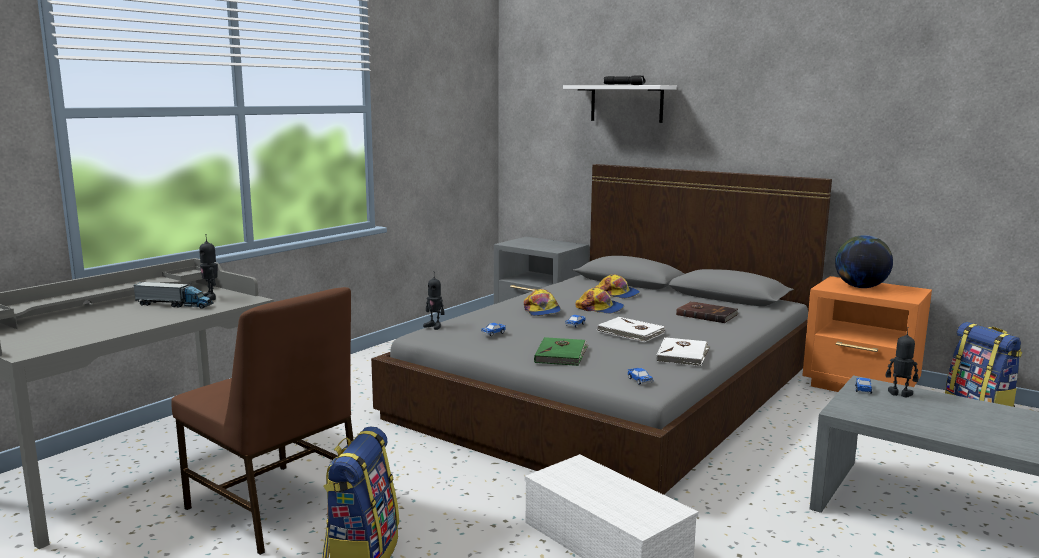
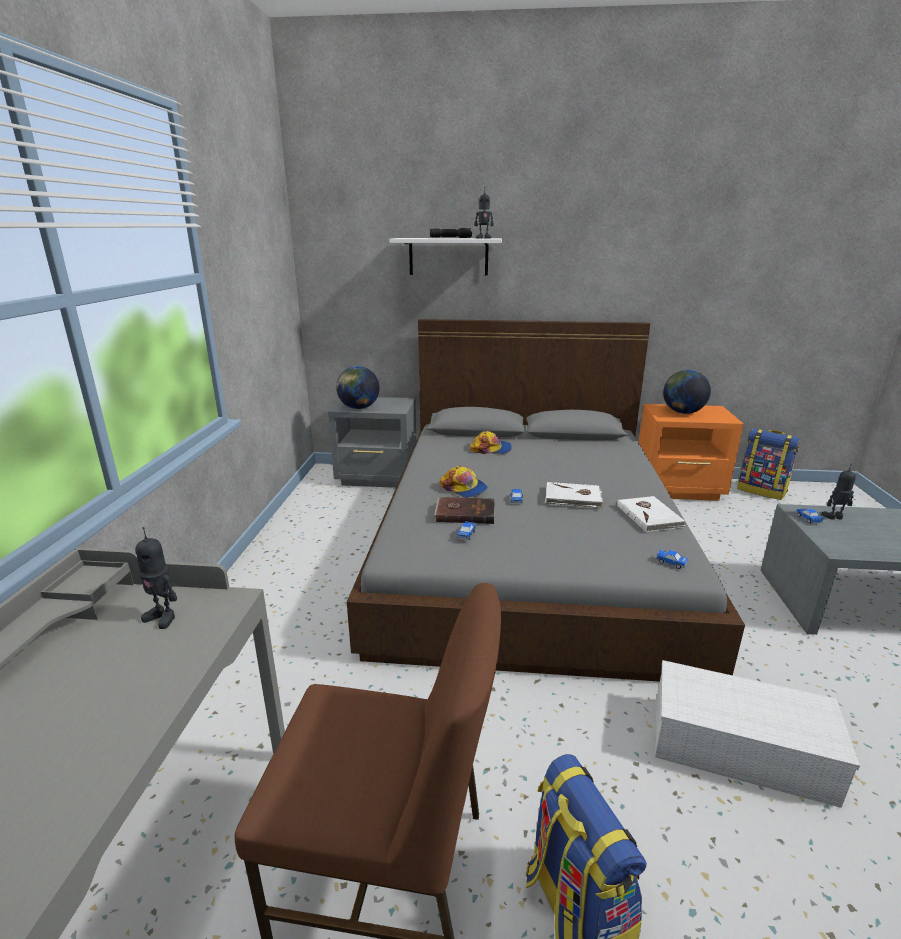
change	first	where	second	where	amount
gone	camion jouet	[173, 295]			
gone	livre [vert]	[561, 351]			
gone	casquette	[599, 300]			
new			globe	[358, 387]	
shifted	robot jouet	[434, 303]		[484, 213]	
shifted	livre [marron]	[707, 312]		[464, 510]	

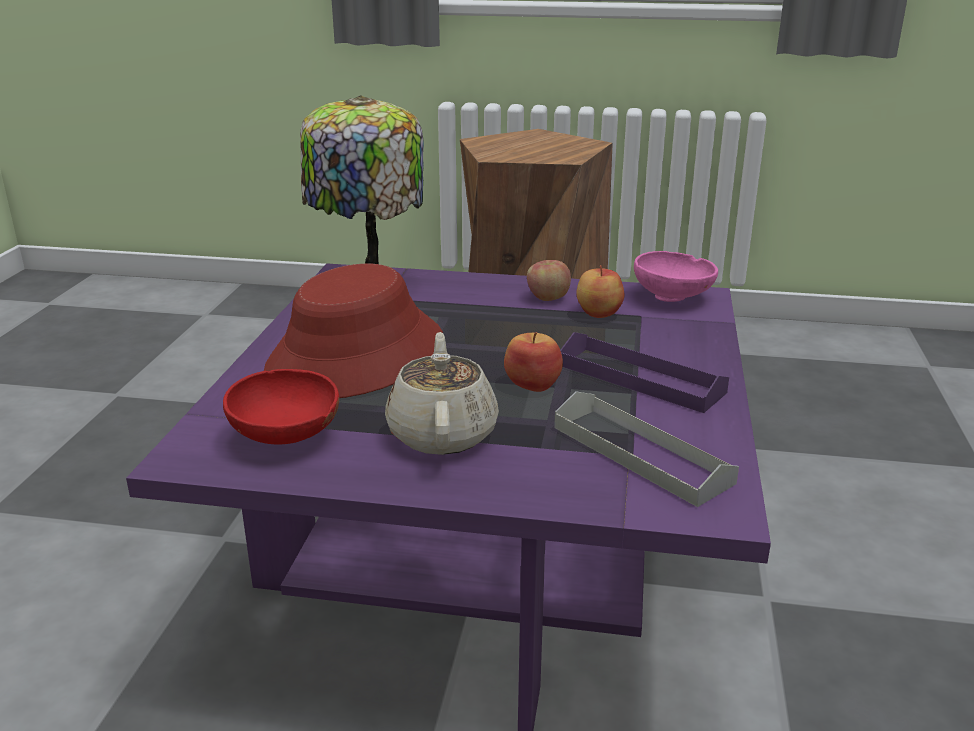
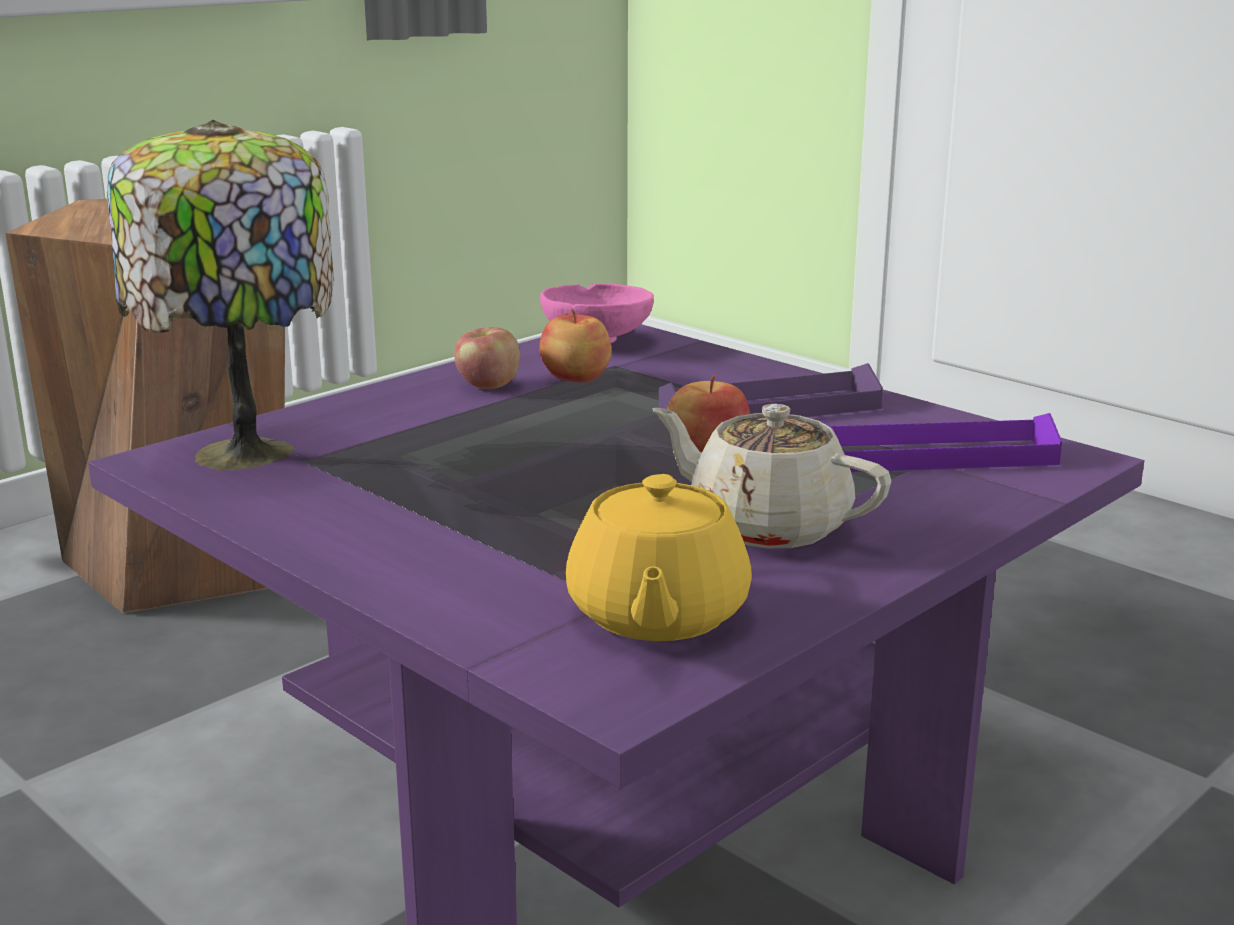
change	first	where	second	where	amount
gone	chapeau [rouge]	[353, 331]			
swapped	bol [rouge]	[281, 407]	théière [jaune]	[659, 557]	
repainted	plateau [gris]	[646, 449]	plateau [violet]	[941, 442]	

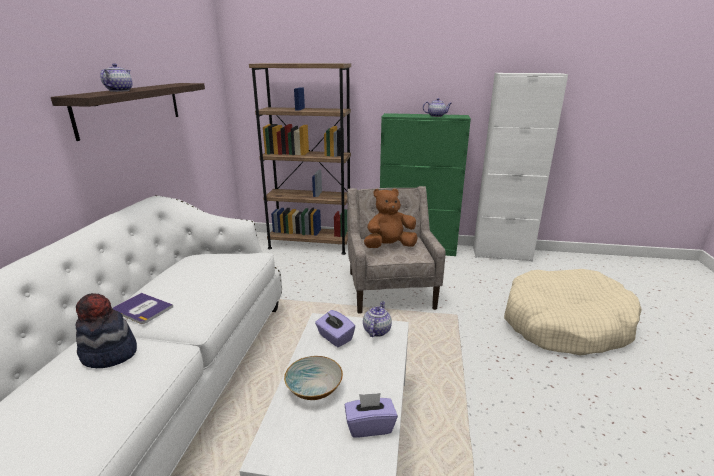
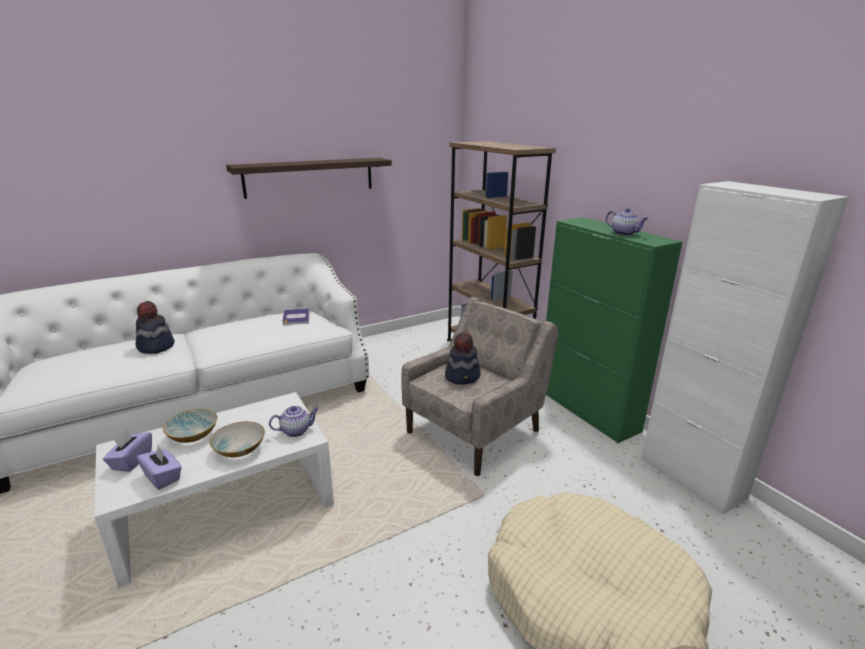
change	first	where	second	where	amount
gone	théière	[116, 77]			
new			bol	[237, 439]	
shifted	livre	[142, 308]		[296, 316]	
shifted	boîte à mouchoirs [violet]	[335, 328]		[127, 450]	
swapped	peluche [marron]	[391, 218]	chapeau	[463, 358]	

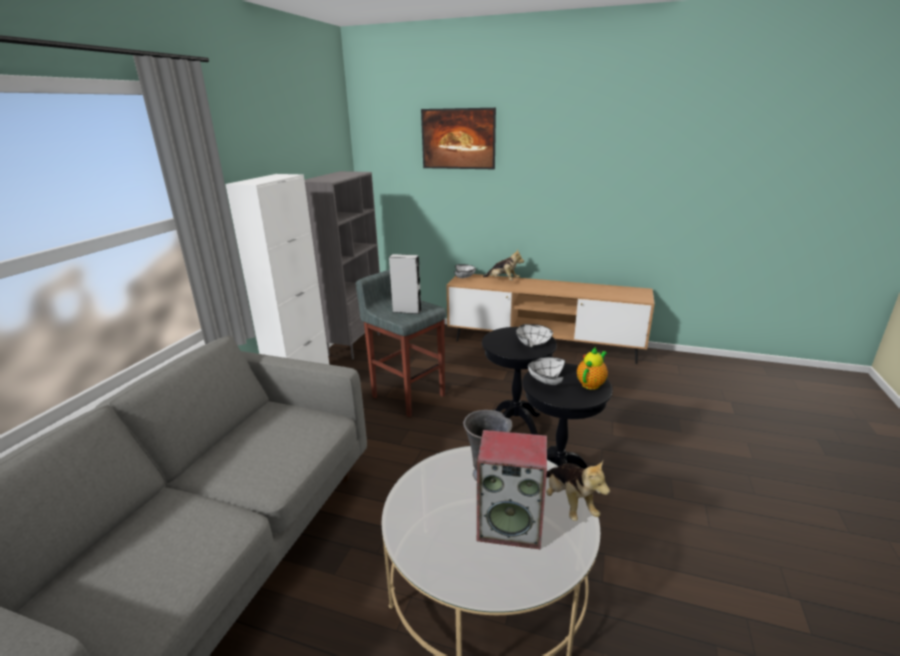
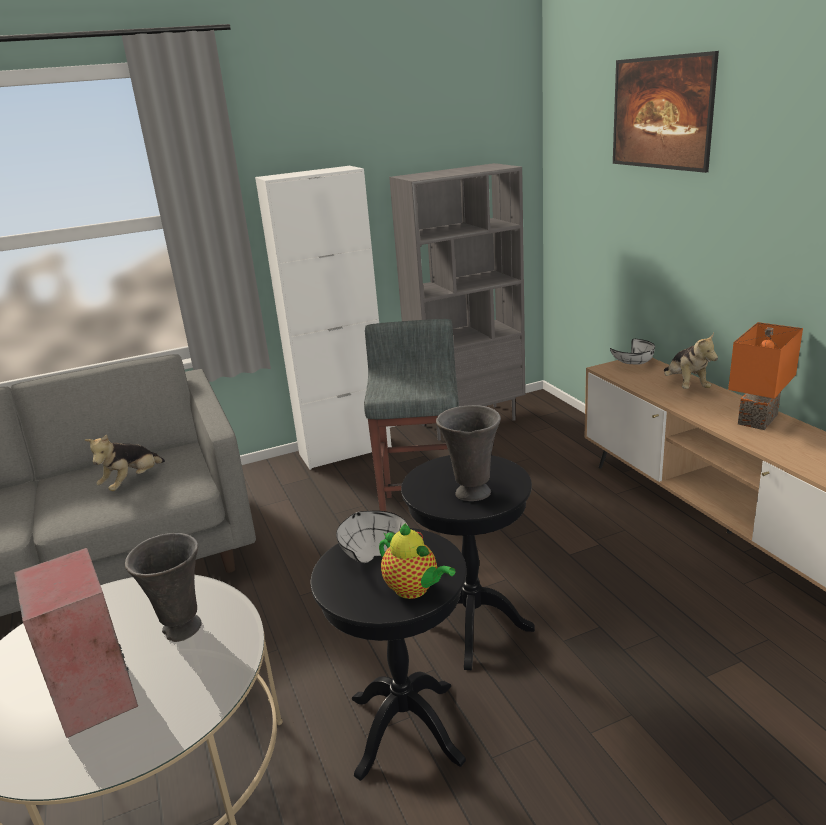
change	first	where	second	where	amount
gone	enceinte [gris]	[405, 284]			
new			lampe de table [orange]	[765, 376]	
shifted	peluche	[578, 491]		[125, 462]	
swapped	bol [blanc]	[534, 335]	vase [gris]	[468, 453]	
rotated	théière	[592, 368]		[417, 561]	45 degrees clockwise

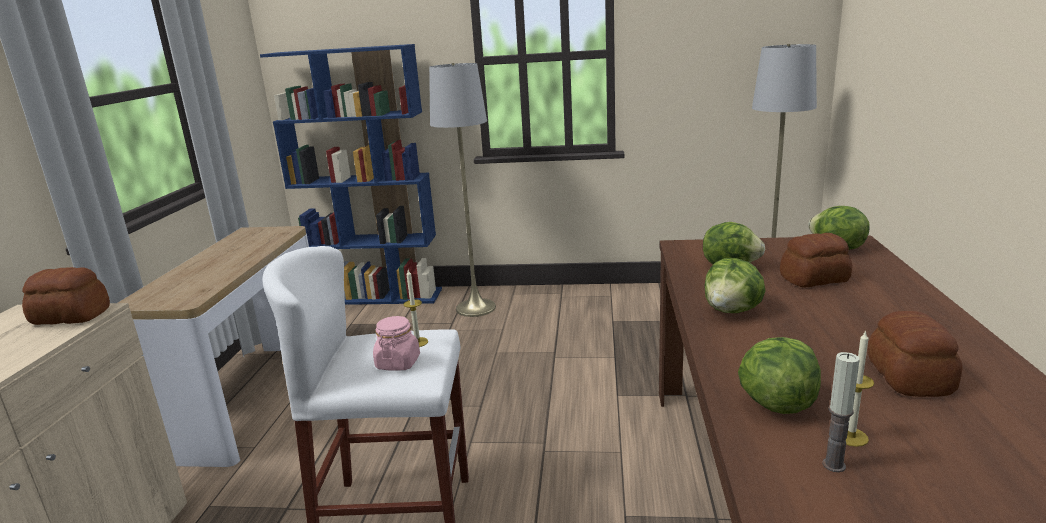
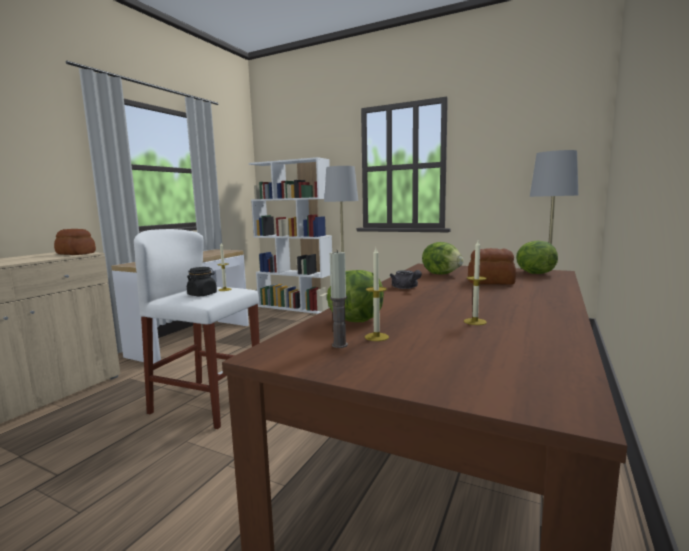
change	first	where	second	where	amount
swapped	laitue	[734, 285]	théière [gris]	[406, 279]	
swapped	pain	[915, 354]	bougie	[475, 283]	
repainted	bibliothèque [bleu]	[351, 174]	bibliothèque [blanc]	[290, 235]	
repainted	bocal [rose]	[396, 343]	bocal [noir]	[202, 281]	

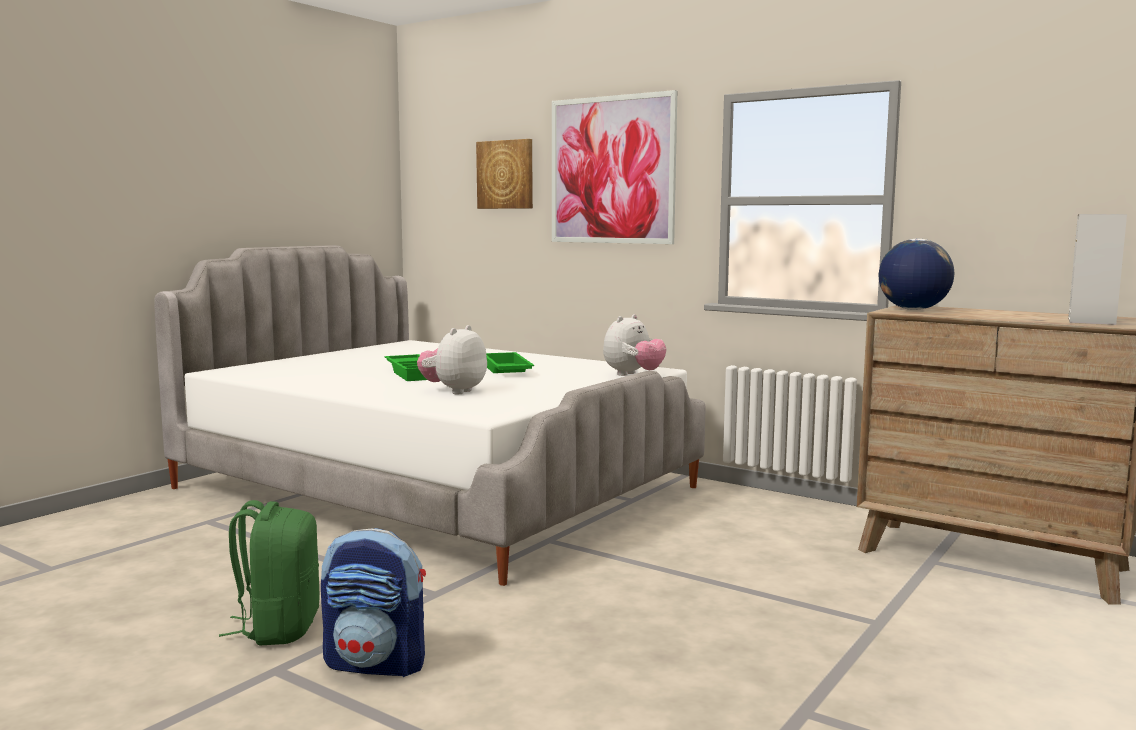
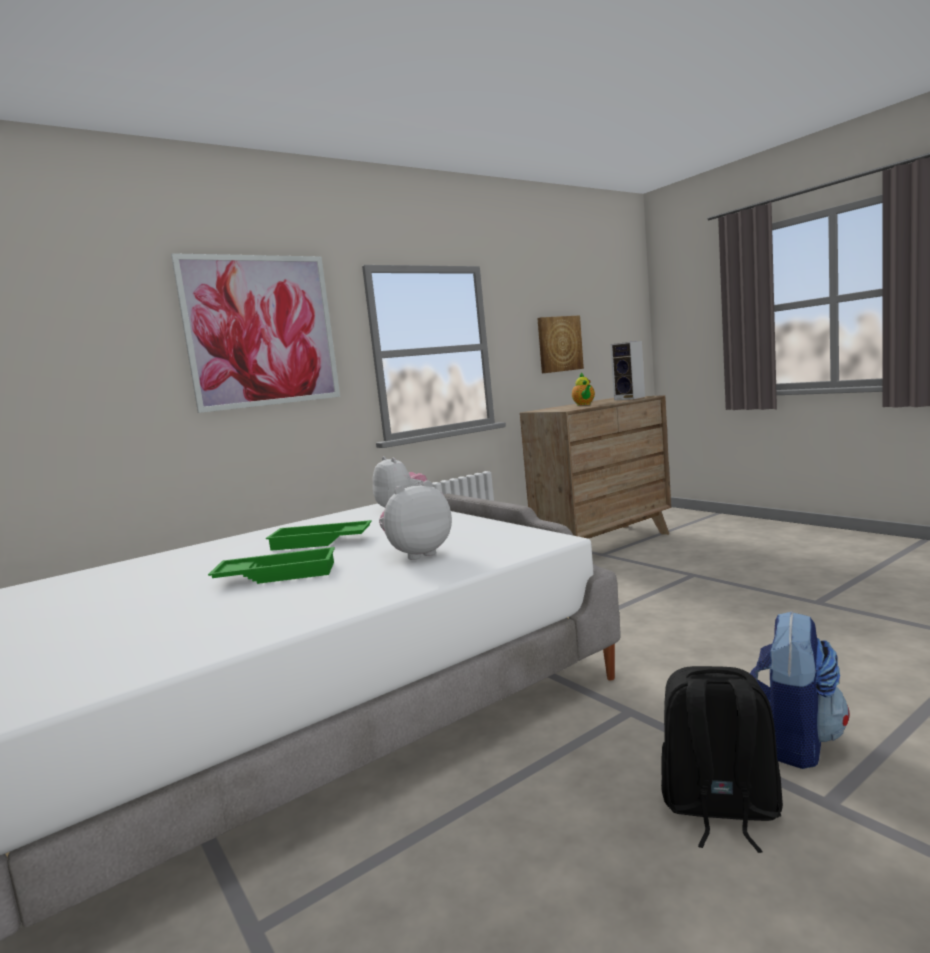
change	first	where	second	where	amount
gone	globe	[916, 274]			
new			théière	[583, 388]	
shifted	tableau	[504, 174]		[560, 344]	
repainted	sac à dos [vert]	[269, 572]	sac à dos [noir]	[722, 759]	
rotated	peluche	[452, 359]		[415, 520]	105 degrees clockwise

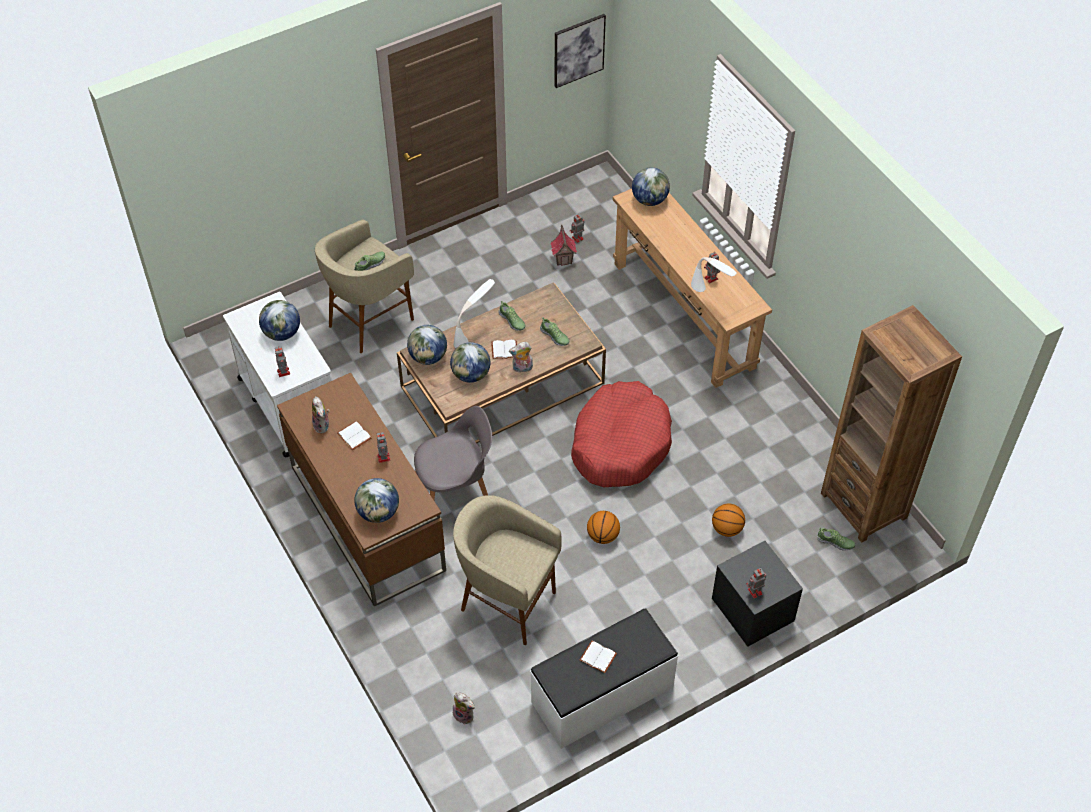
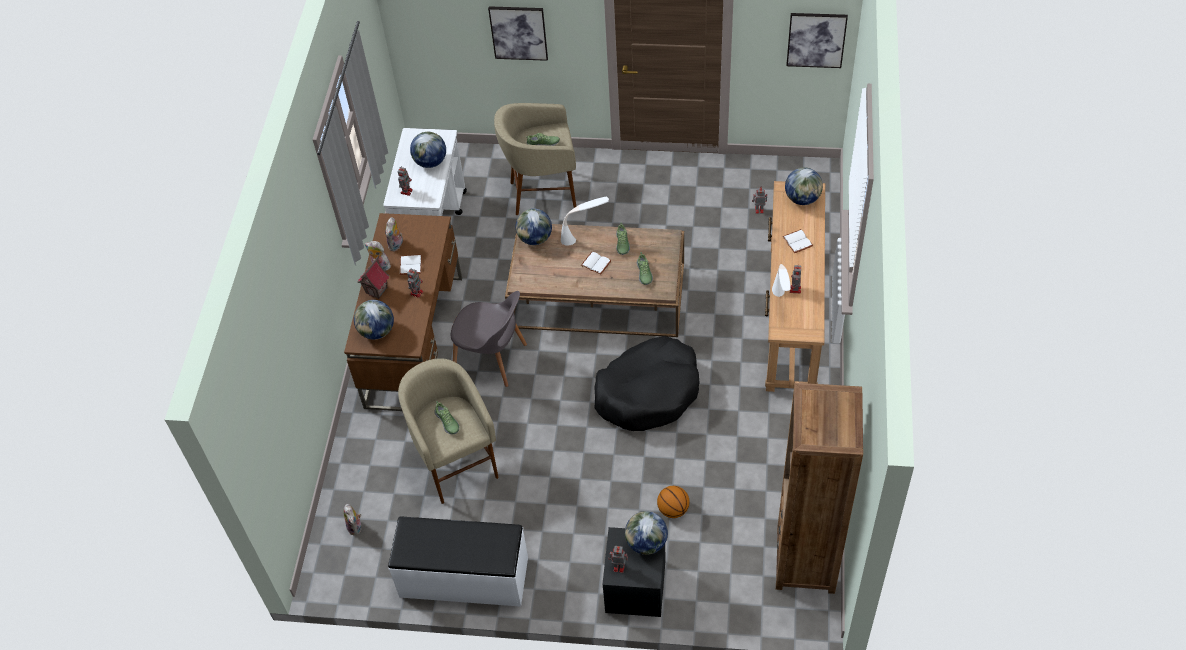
change	first	where	second	where	amount
gone	ballon de basket	[603, 527]			
new			tableau	[518, 33]	
shifted	globe	[470, 362]		[646, 533]	
shifted	peluche	[521, 357]		[378, 256]	
shifted	maison miniature	[563, 245]		[373, 277]	
shifted	livre [blanc]	[598, 657]		[797, 241]	
shifted	chaussure	[836, 539]		[446, 417]	
repainted	panier pour chien [rouge]	[621, 434]	panier pour chien [noir]	[646, 383]	

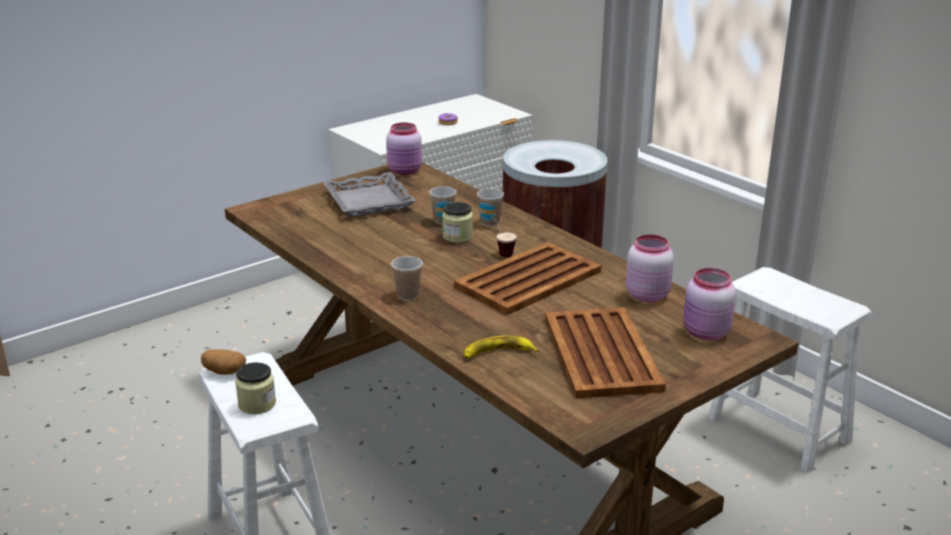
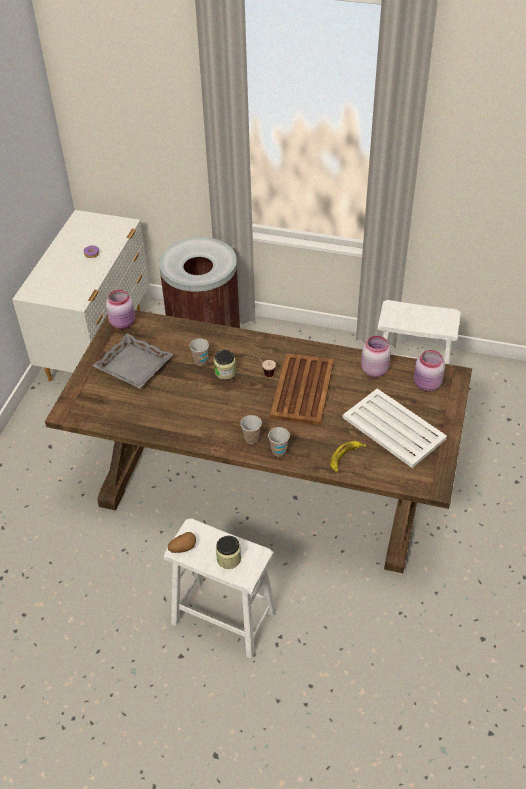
change	first	where	second	where	amount
shifted	tasse	[490, 207]		[279, 442]	
repainted	plateau [marron]	[605, 352]	plateau [blanc]	[395, 428]	

